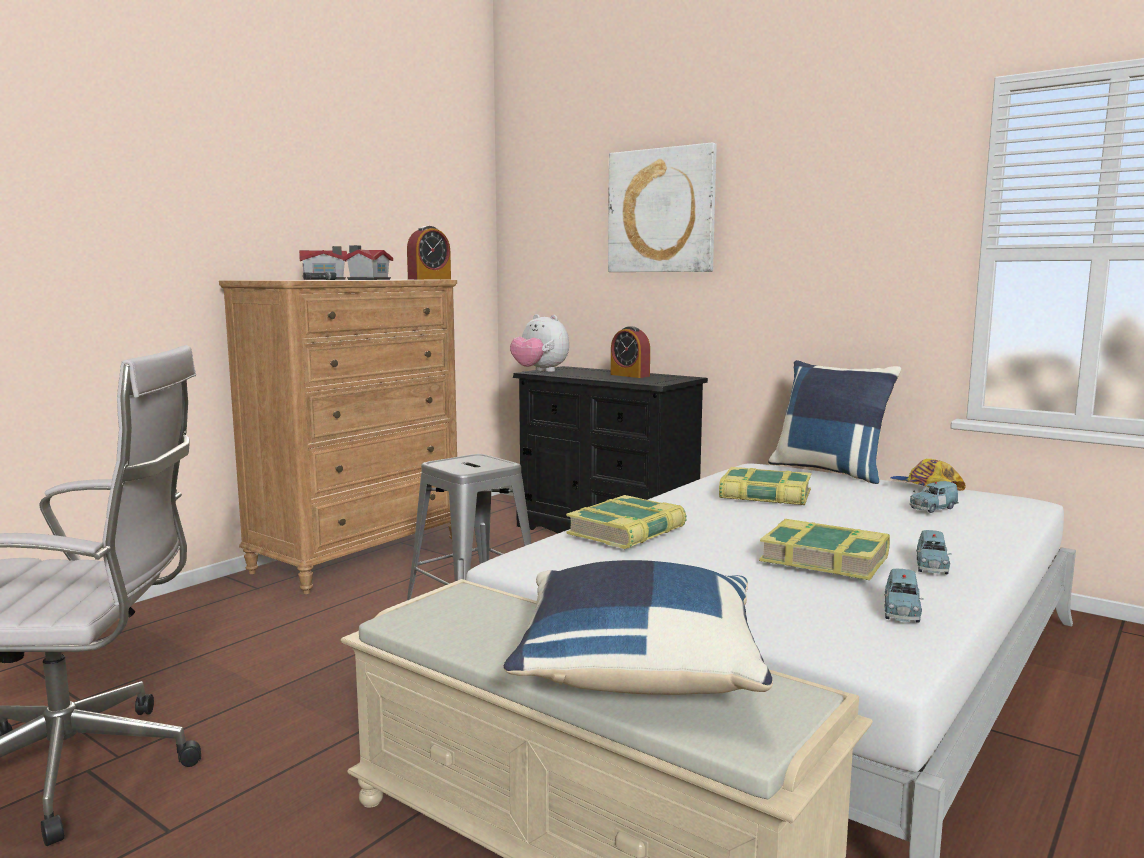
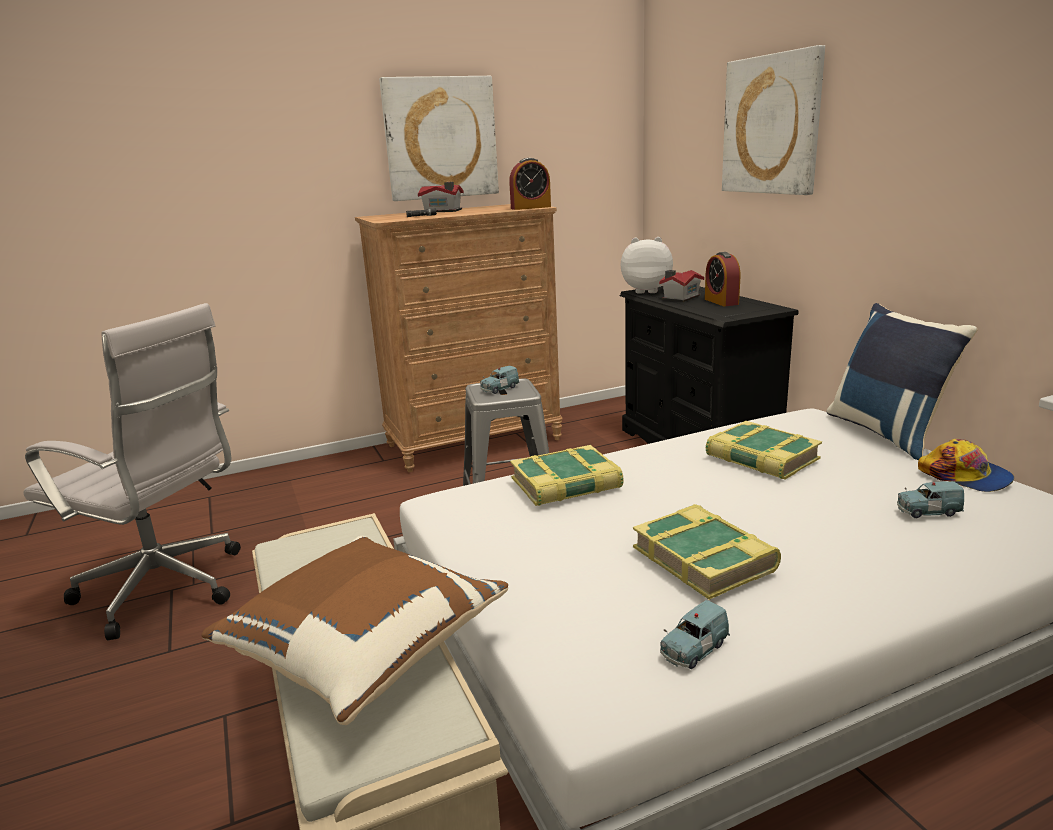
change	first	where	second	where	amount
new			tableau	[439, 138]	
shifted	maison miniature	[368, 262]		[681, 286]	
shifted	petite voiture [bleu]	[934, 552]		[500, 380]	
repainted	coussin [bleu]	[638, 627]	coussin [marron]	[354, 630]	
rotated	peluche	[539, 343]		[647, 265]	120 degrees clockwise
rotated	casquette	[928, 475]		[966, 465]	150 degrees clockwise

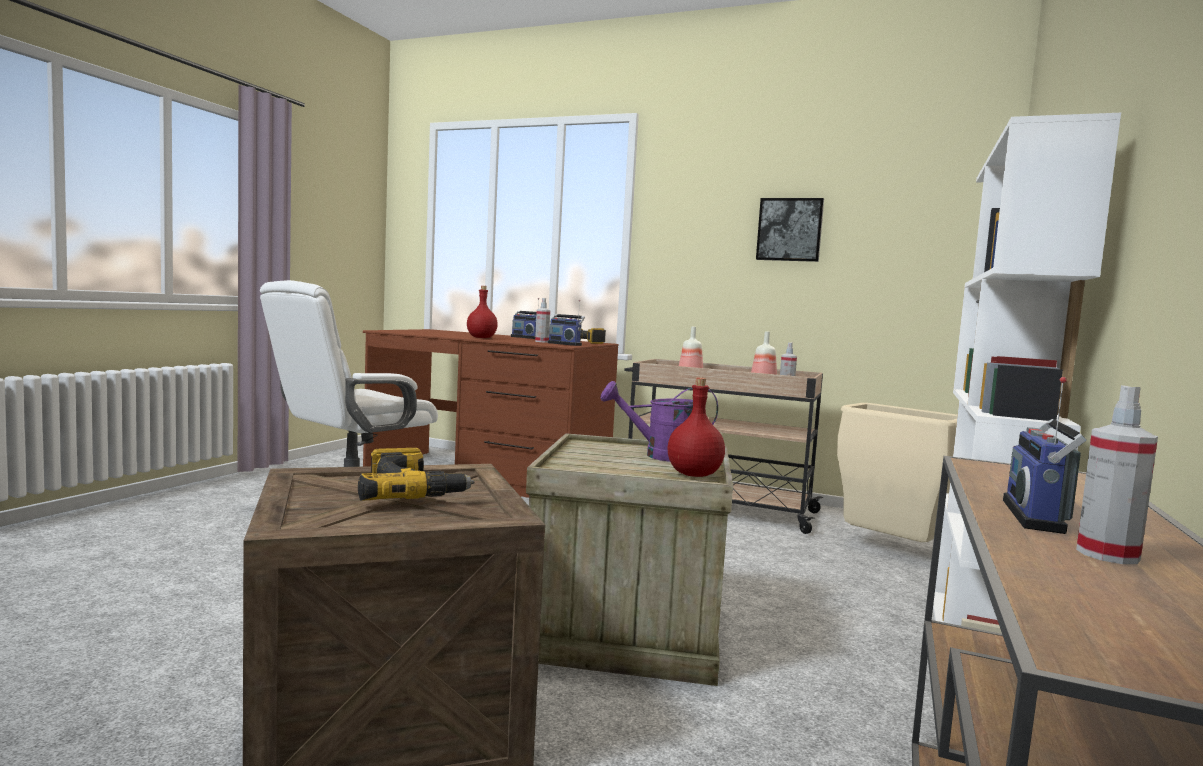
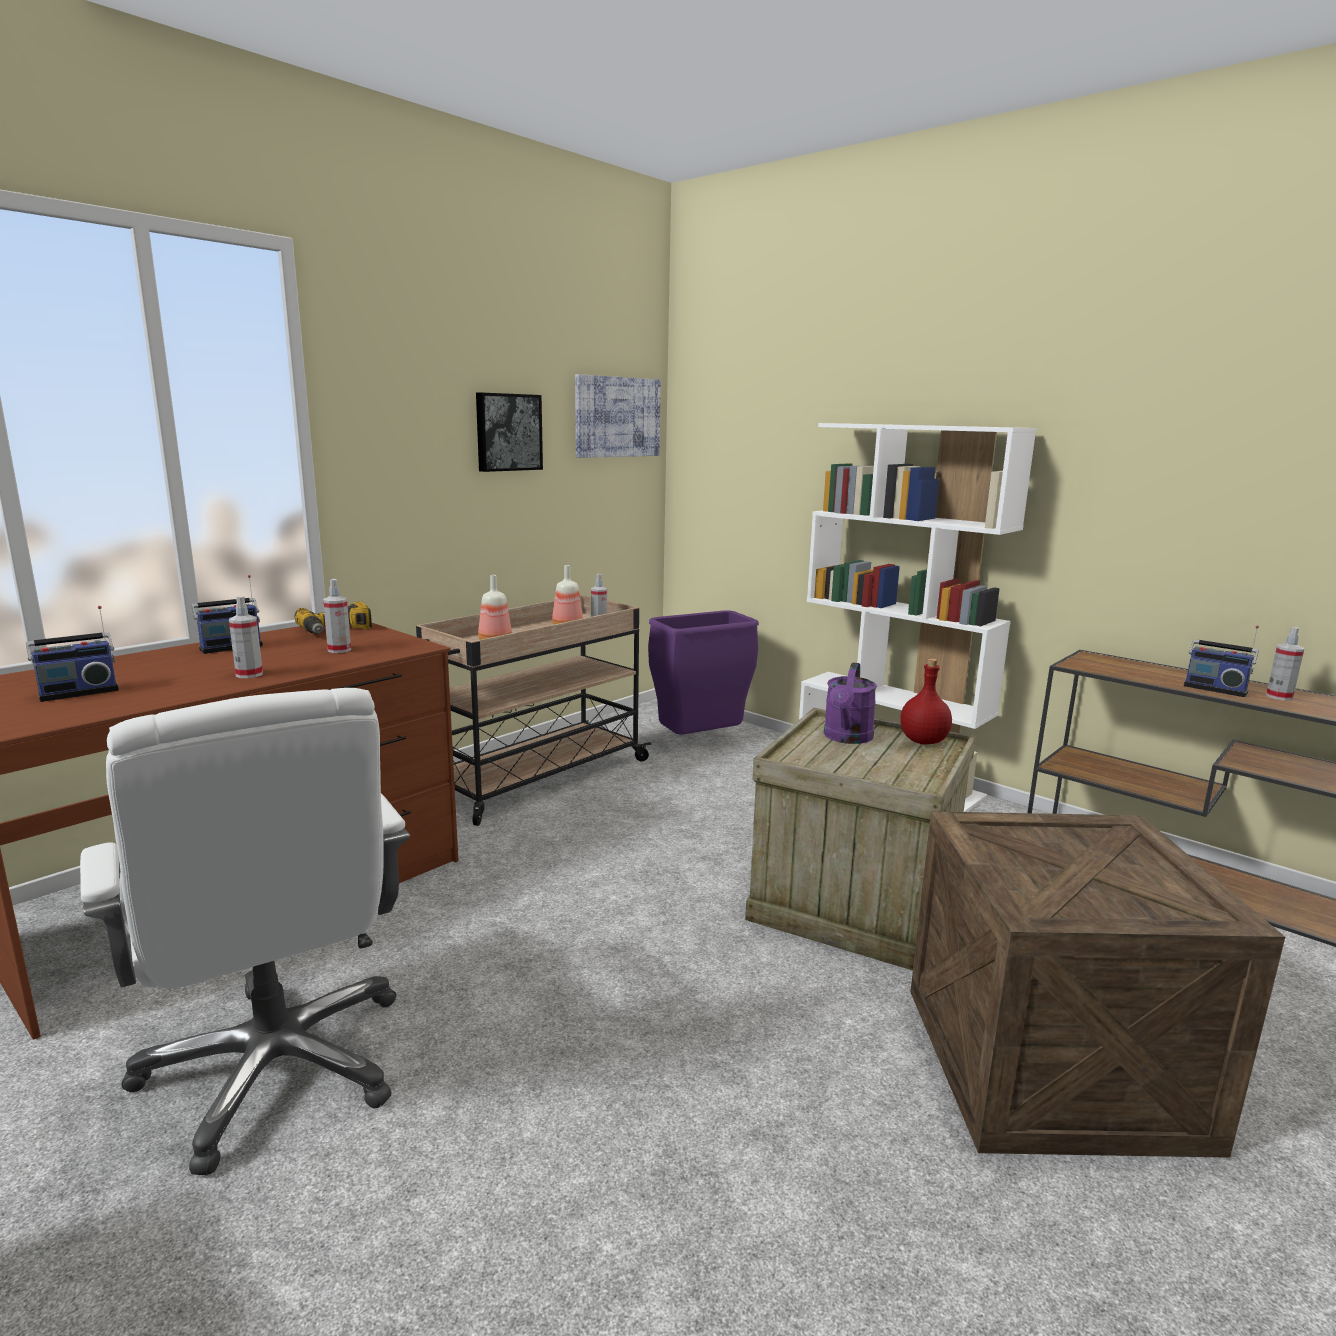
change	first	where	second	where	amount
gone	perceuse	[416, 474]			
new			tableau	[618, 416]	
shifted	radio	[566, 323]		[72, 654]	
swapped	bouteille [rouge]	[482, 312]	vaporisateur	[246, 637]	
repainted	poubelle [beige]	[897, 472]	poubelle [violet]	[703, 672]	

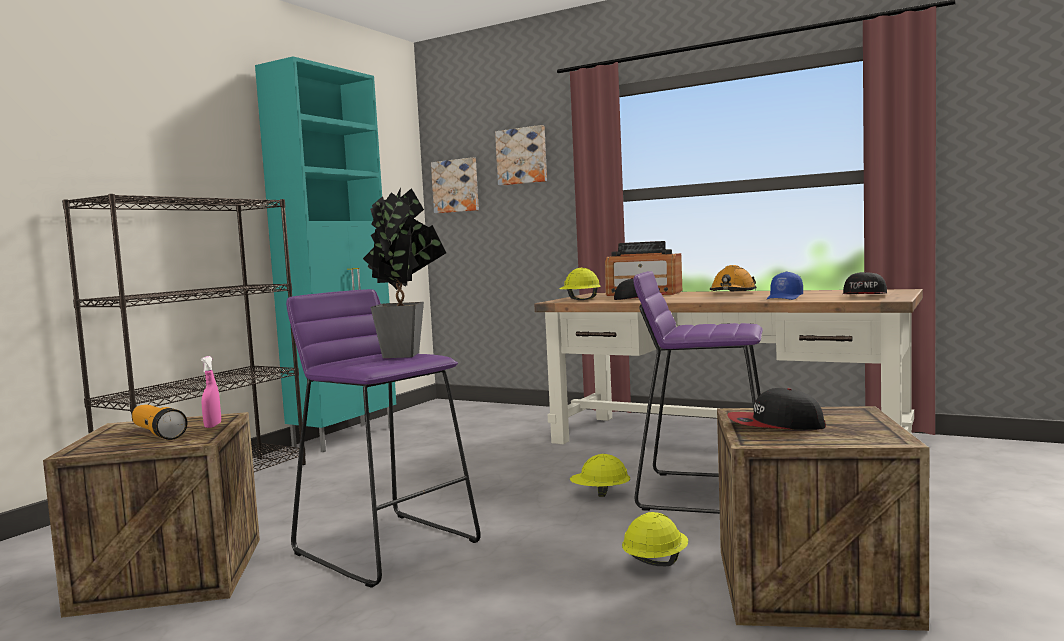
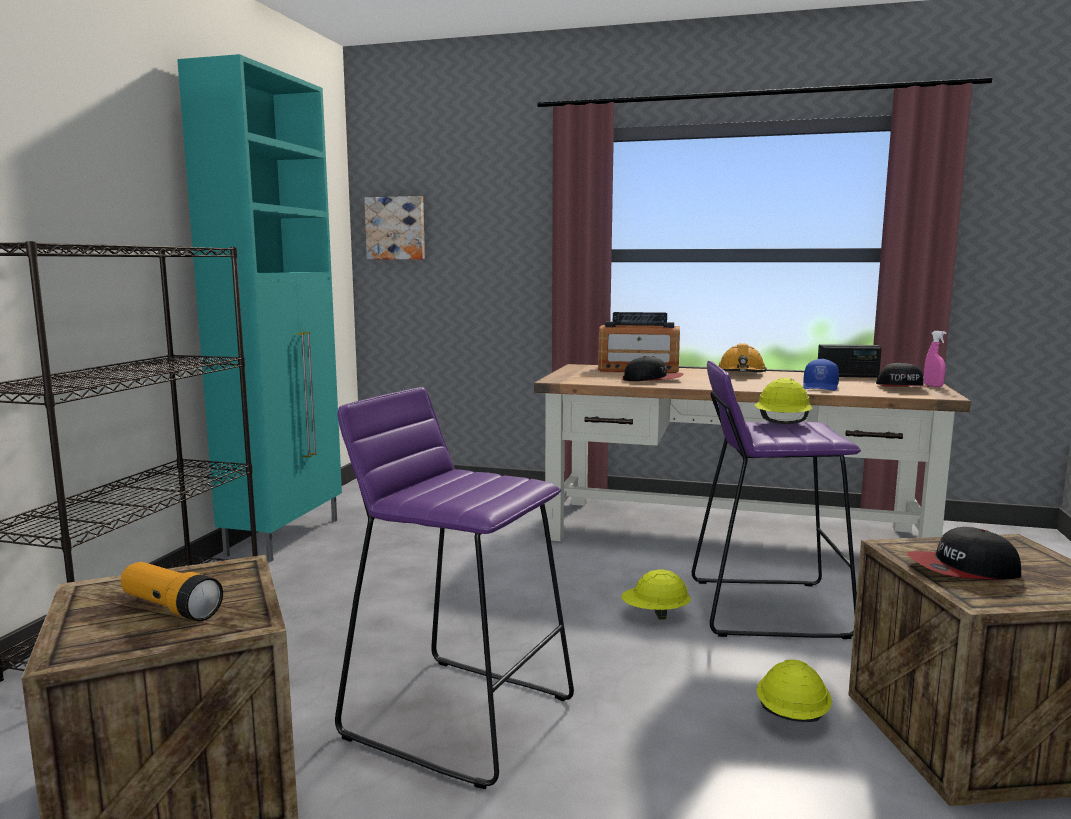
change	first	where	second	where	amount
gone	plante en pot	[404, 272]			
gone	tableau	[521, 155]			
new			radio	[850, 361]	
shifted	vaporisateur [rose]	[211, 392]		[935, 359]	
shifted	casque de chantier [jaune]	[580, 284]		[783, 401]	

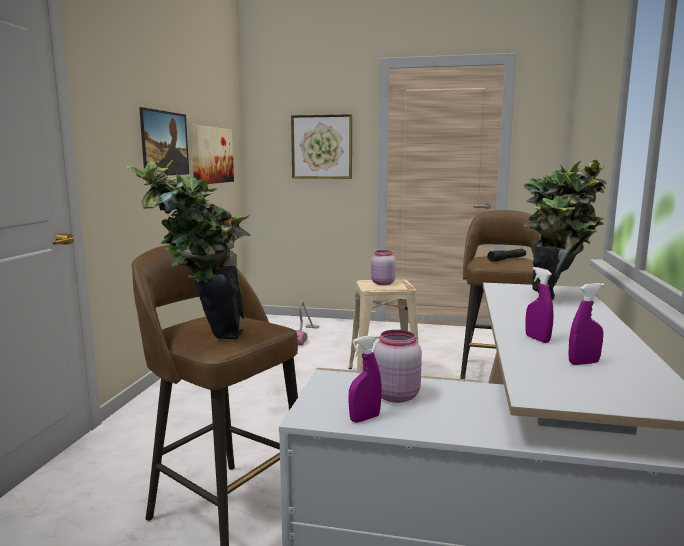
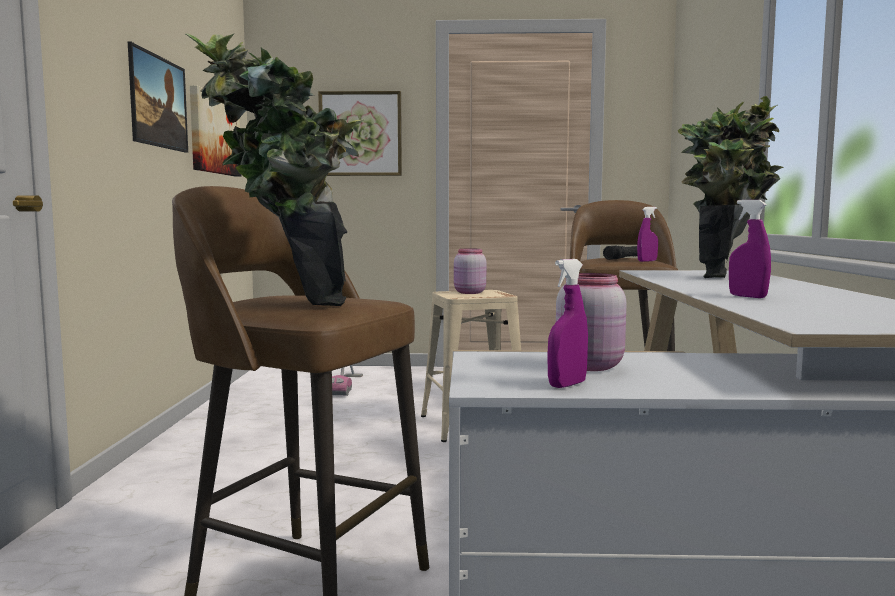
change	first	where	second	where	amount
shifted	vaporisateur [violet]	[587, 324]		[647, 234]	

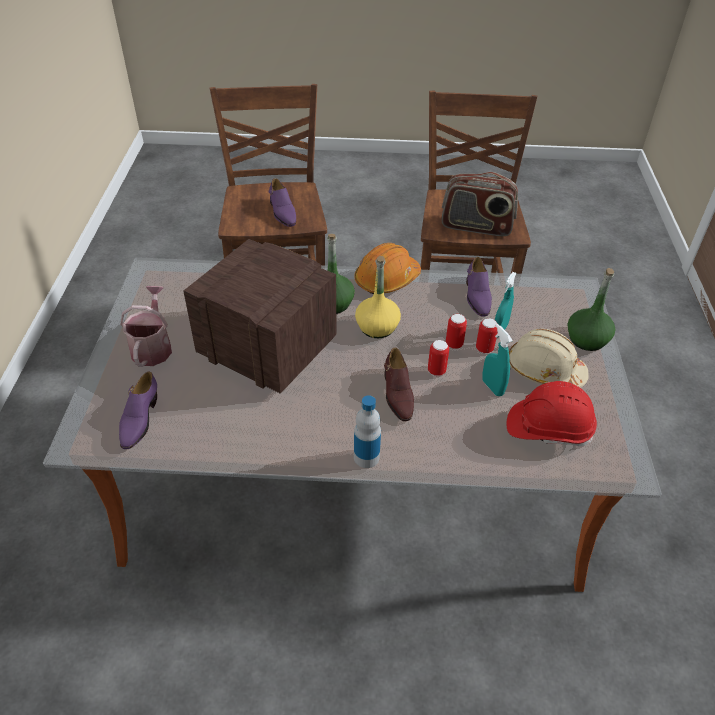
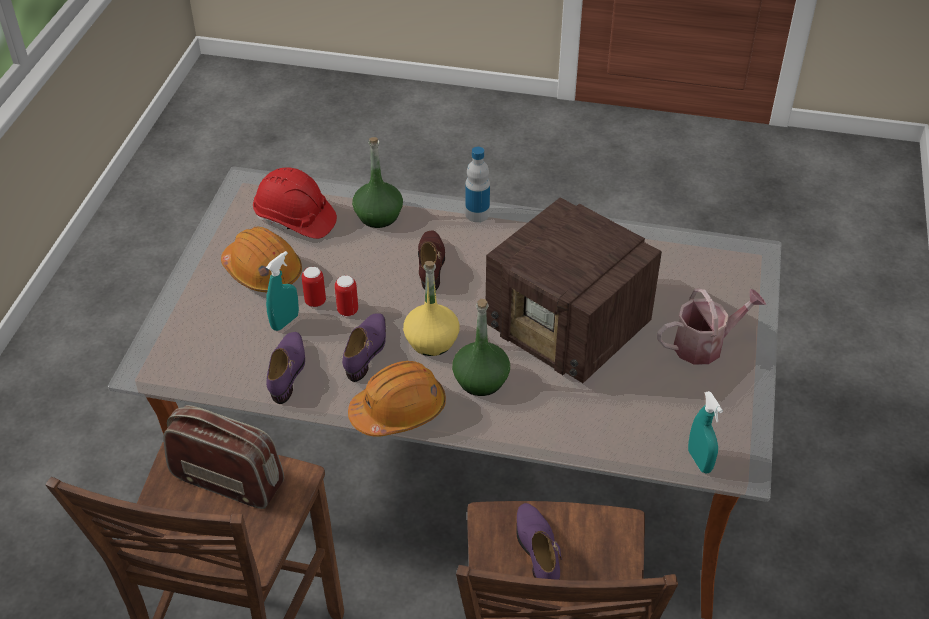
change	first	where	second	where	amount
gone	boîte métallique	[438, 358]			
shifted	chaussure [violet]	[138, 410]		[364, 348]	
shifted	vaporisateur [turquoise]	[497, 360]		[705, 432]	
shifted	bouteille [vert]	[591, 309]		[377, 182]	
repainted	casque de chantier [beige]	[549, 358]	casque de chantier [orange]	[261, 259]	
rotated	arrosoir	[146, 326]		[711, 326]	120 degrees counterclockwise

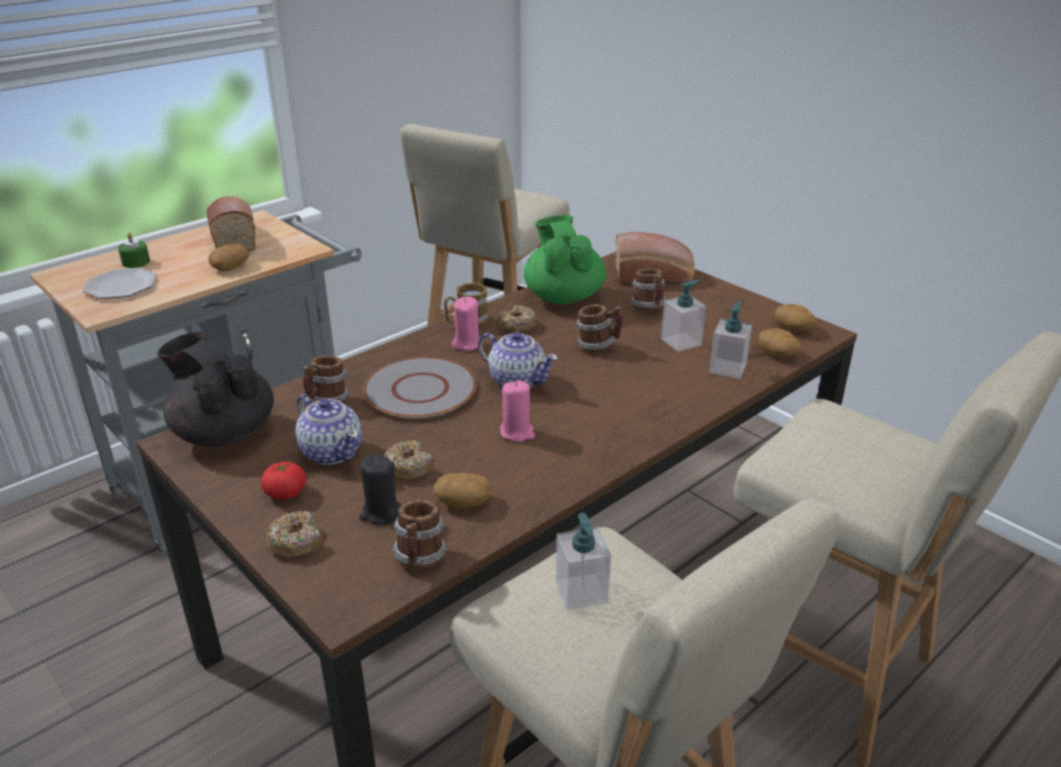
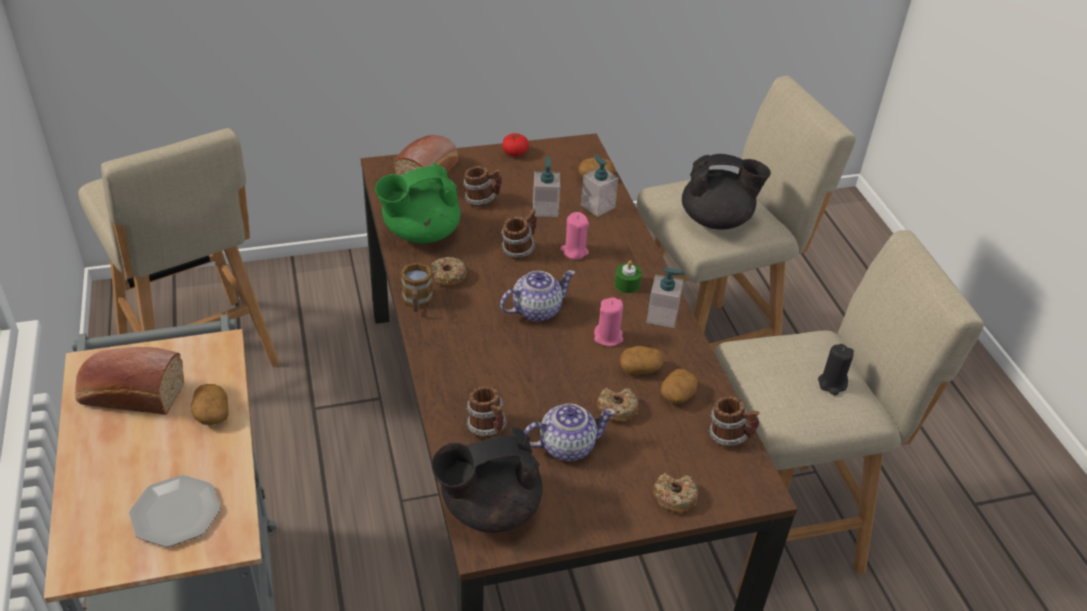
change	first	where	second	where	amount
gone	assiette [gris]	[420, 388]			
new			théière [noir]	[726, 191]	
shifted	bougie [vert]	[134, 250]		[628, 276]	
shifted	tomate	[283, 480]		[515, 144]	
shifted	bougie [noir]	[380, 489]		[836, 369]	
shifted	bougie [rose]	[466, 324]		[574, 235]	
shifted	distributeur de savon	[583, 561]		[666, 297]	
shifted	pomme de terre	[795, 317]		[642, 360]	
rotated	théière [vert]	[565, 259]		[418, 203]	45 degrees counterclockwise

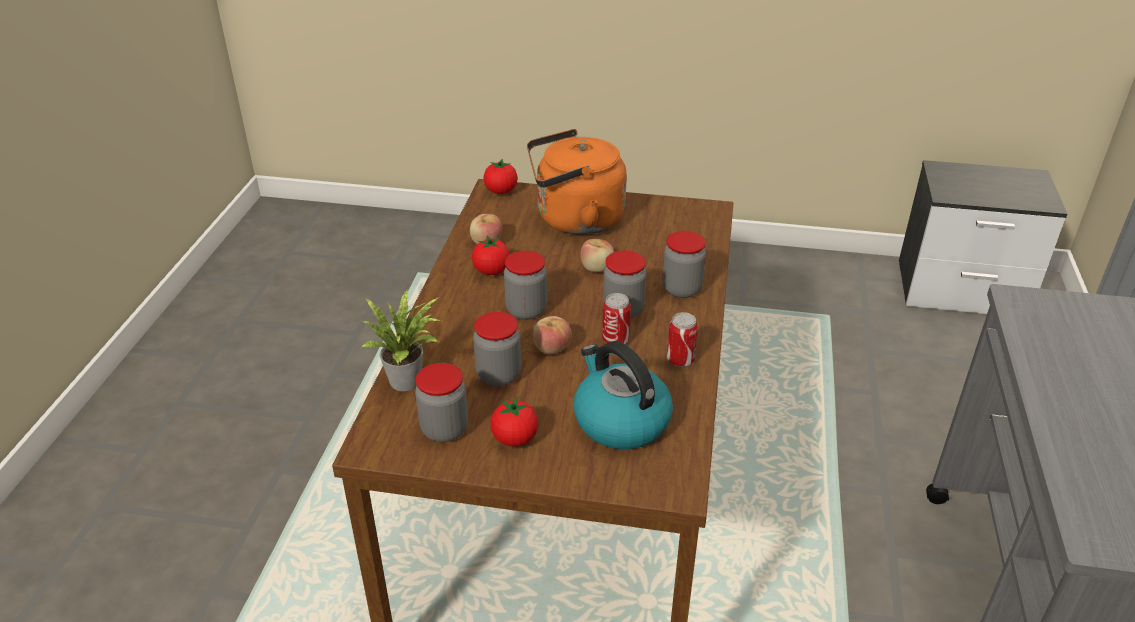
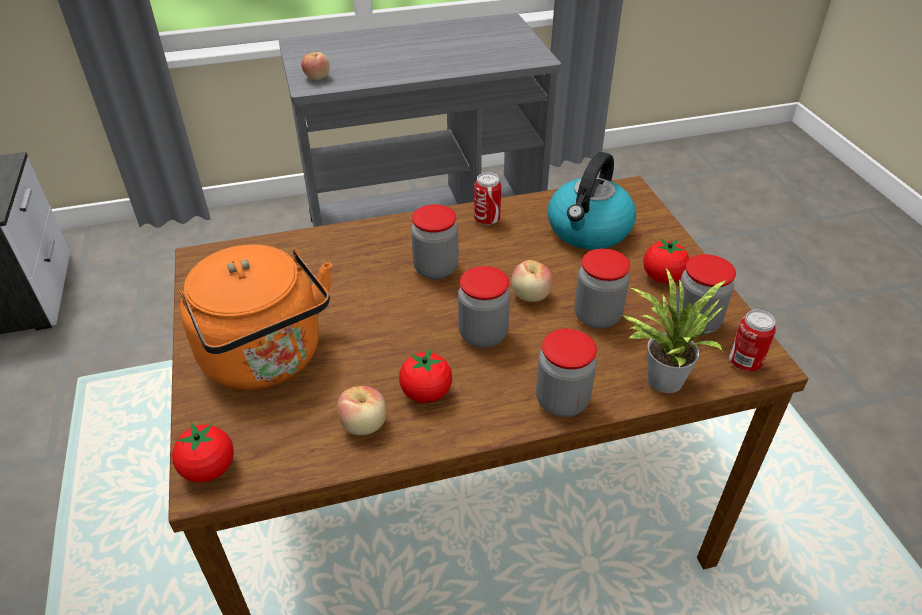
change	first	where	second	where	amount
shifted	pomme	[597, 255]		[315, 66]	
shifted	boîte métallique	[616, 318]		[752, 341]	
shifted	bocal	[684, 264]		[566, 372]	

